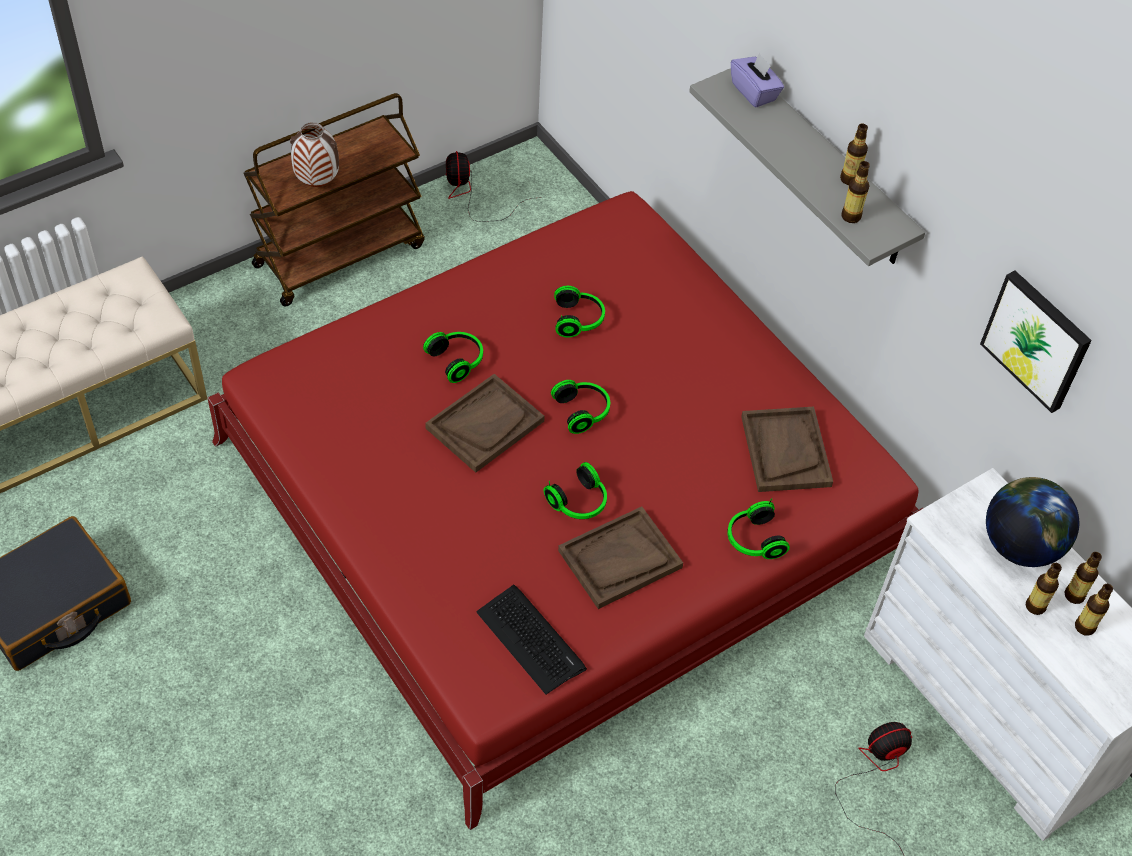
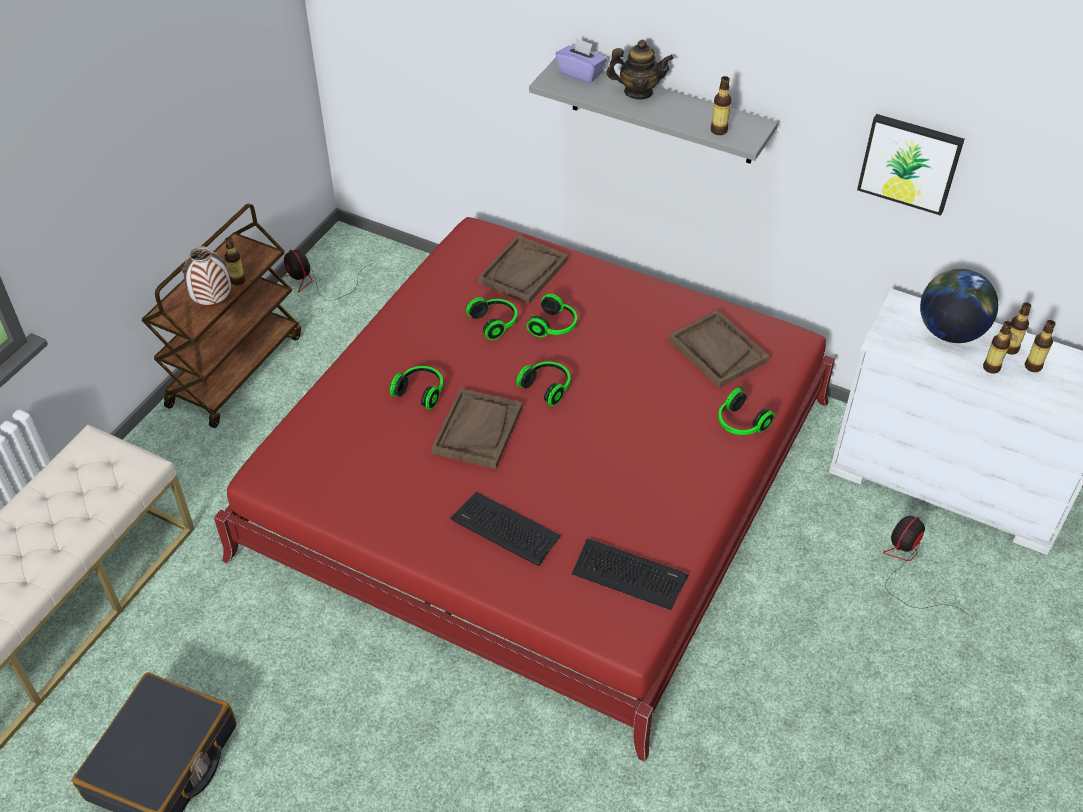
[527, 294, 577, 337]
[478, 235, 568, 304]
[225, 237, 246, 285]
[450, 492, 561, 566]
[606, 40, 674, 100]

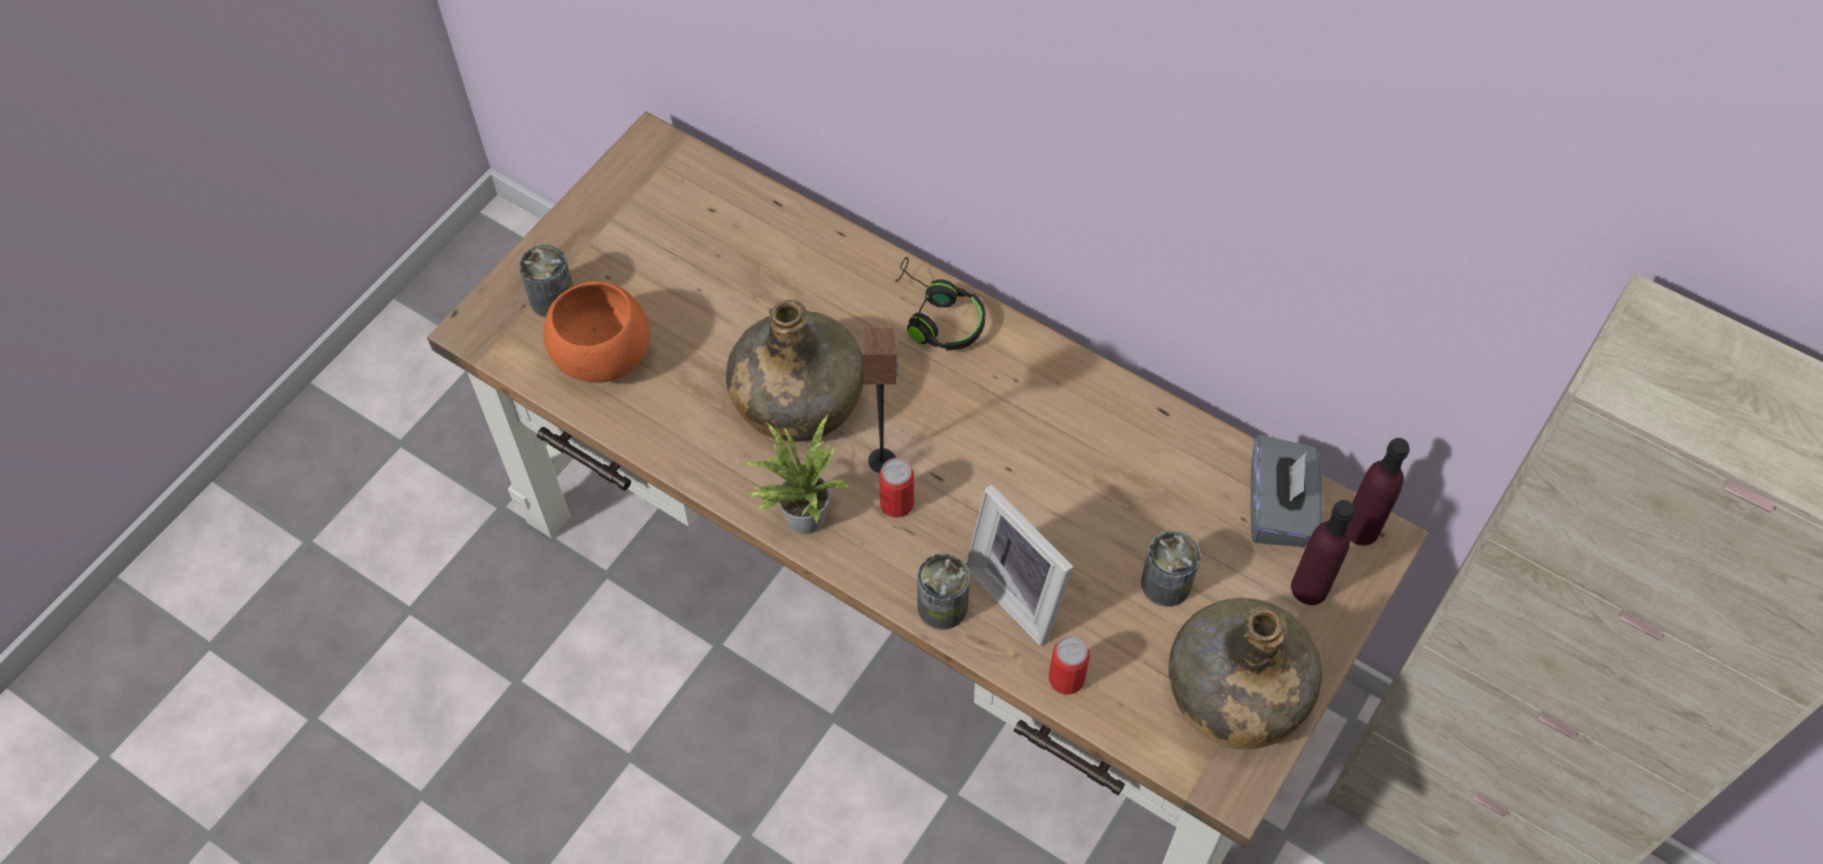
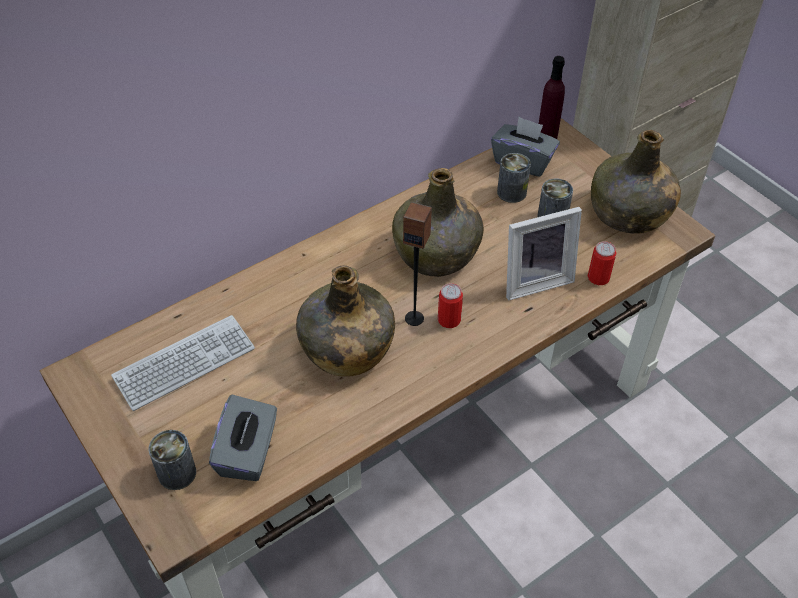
[209, 395, 277, 481]
[739, 414, 850, 534] (first image)
[895, 257, 985, 350] (first image)
[497, 153, 531, 203]
[1291, 500, 1355, 605] (first image)
[111, 315, 255, 411]
[392, 168, 484, 277]

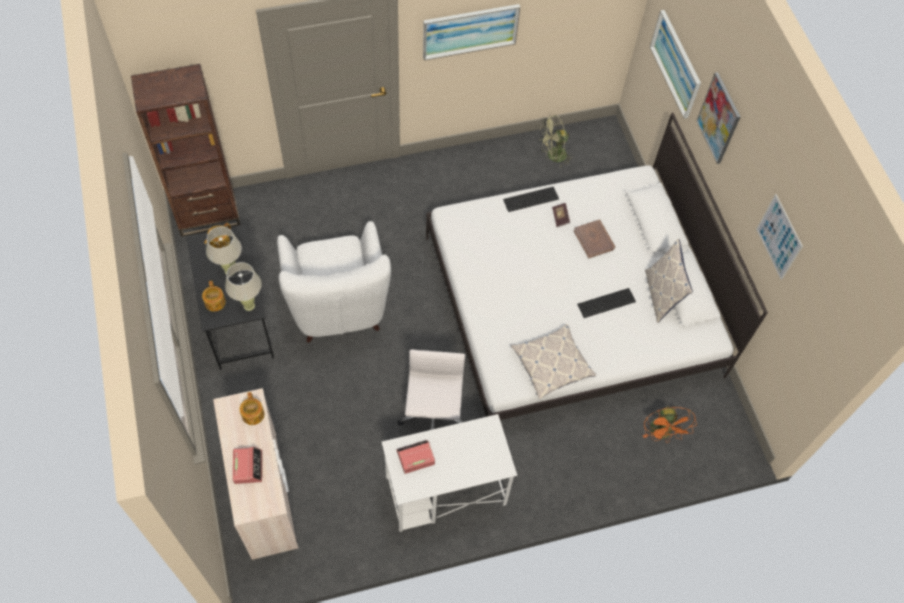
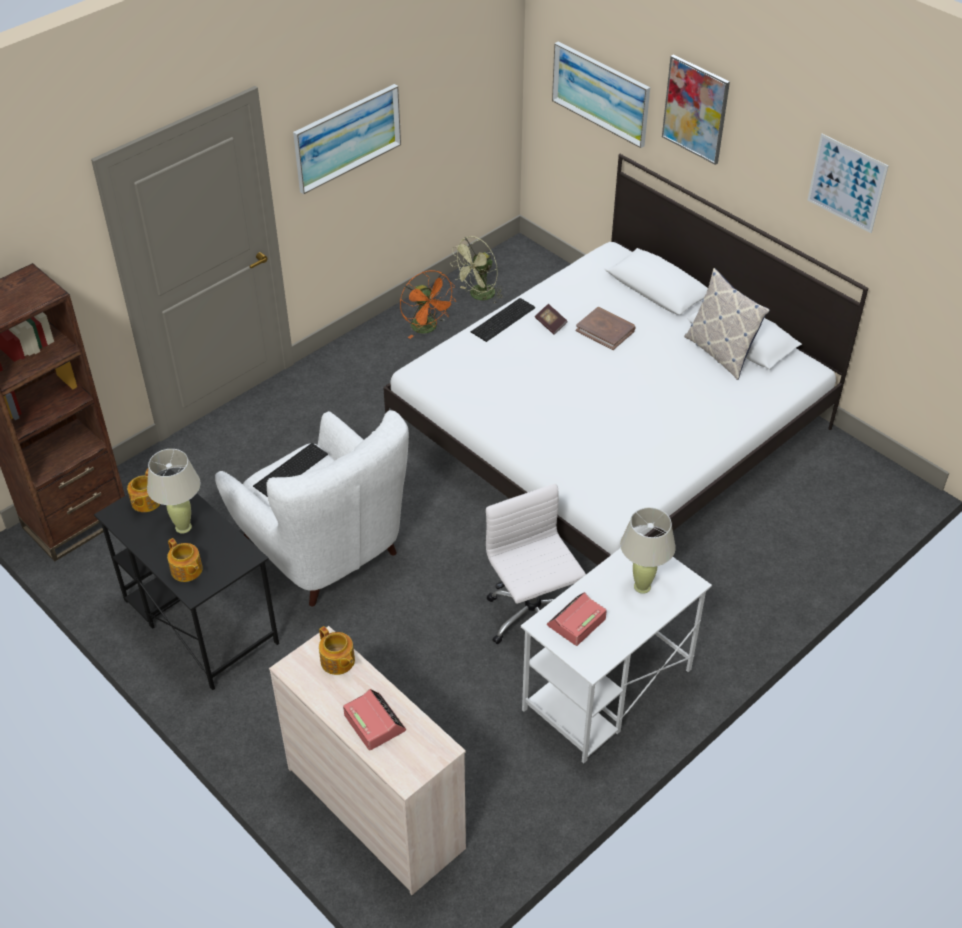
[620, 507, 676, 594]
[511, 324, 596, 399] (first image)
[253, 443, 328, 497]
[400, 270, 456, 339]

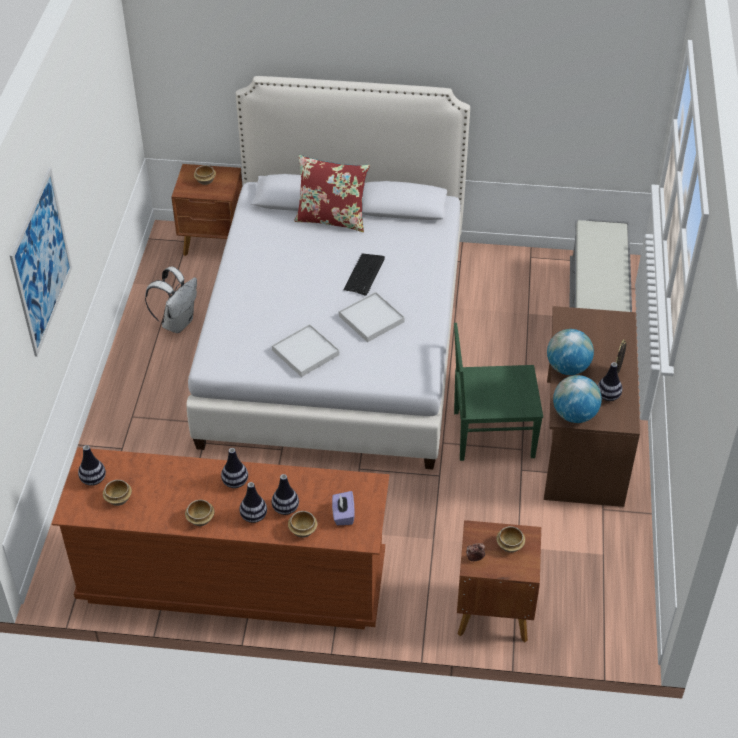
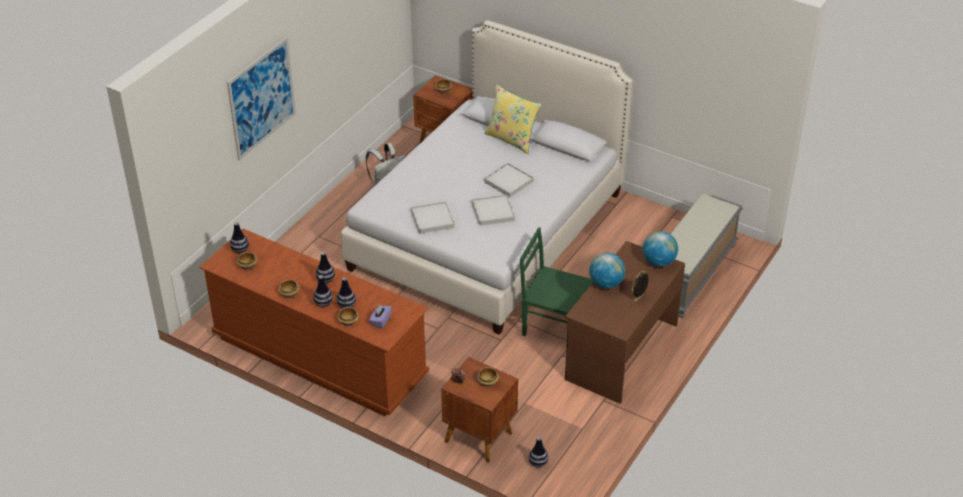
[484, 84, 541, 154]
[484, 163, 533, 197]
[643, 231, 678, 267]
[529, 437, 549, 467]

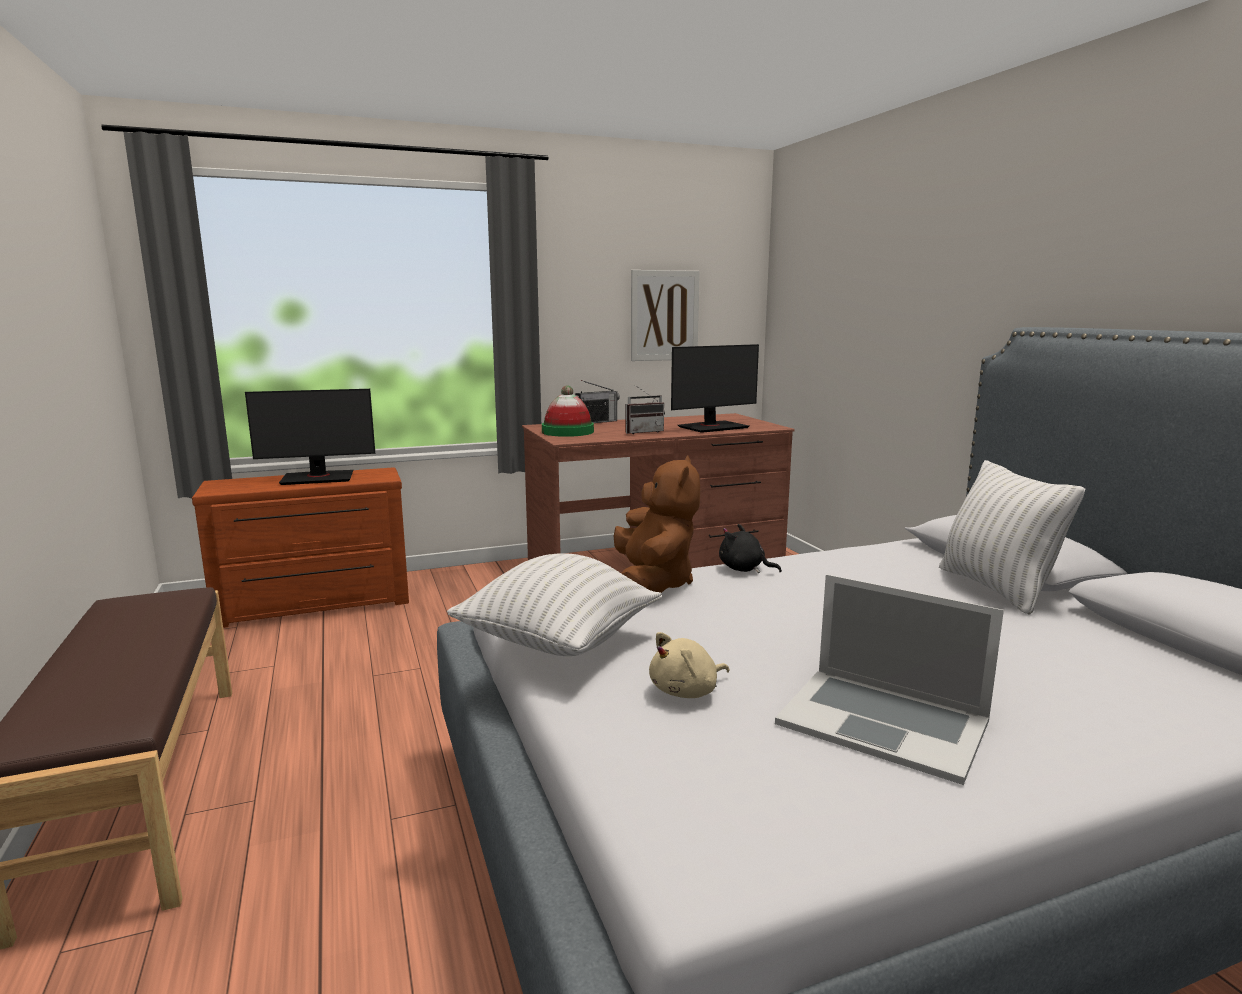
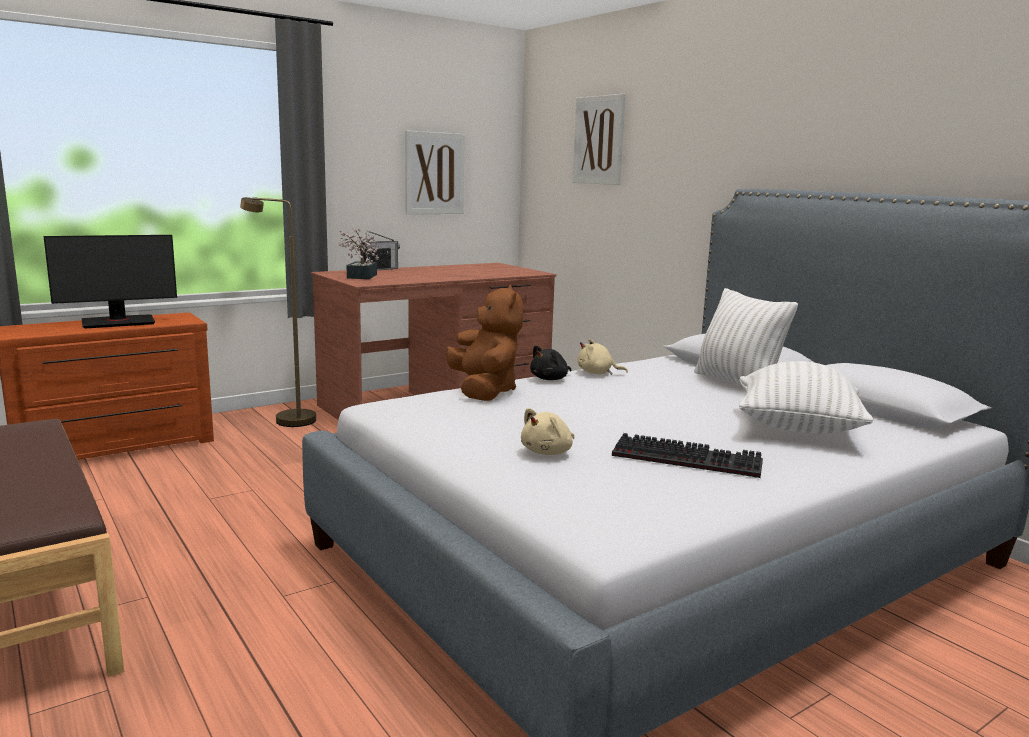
[739, 361, 873, 434]
[338, 229, 380, 279]
[625, 385, 665, 434] (first image)
[671, 344, 759, 433] (first image)
[530, 346, 572, 380]
[612, 433, 763, 478]
[240, 197, 316, 427]
[572, 94, 626, 185]
[577, 339, 628, 375]

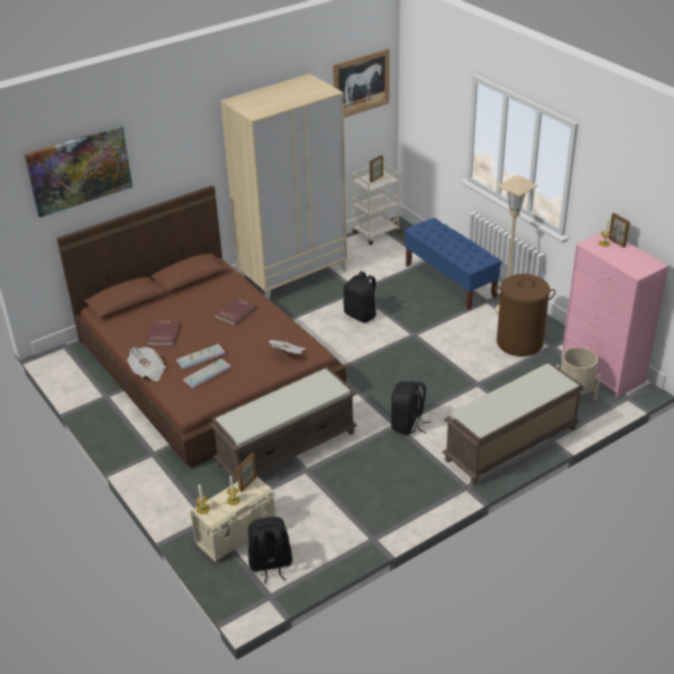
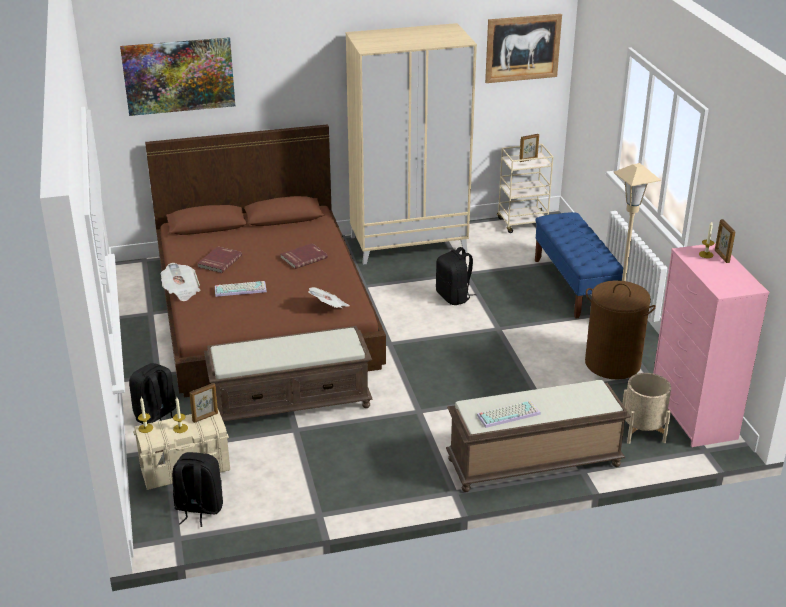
[477, 401, 541, 428]
[129, 363, 176, 424]

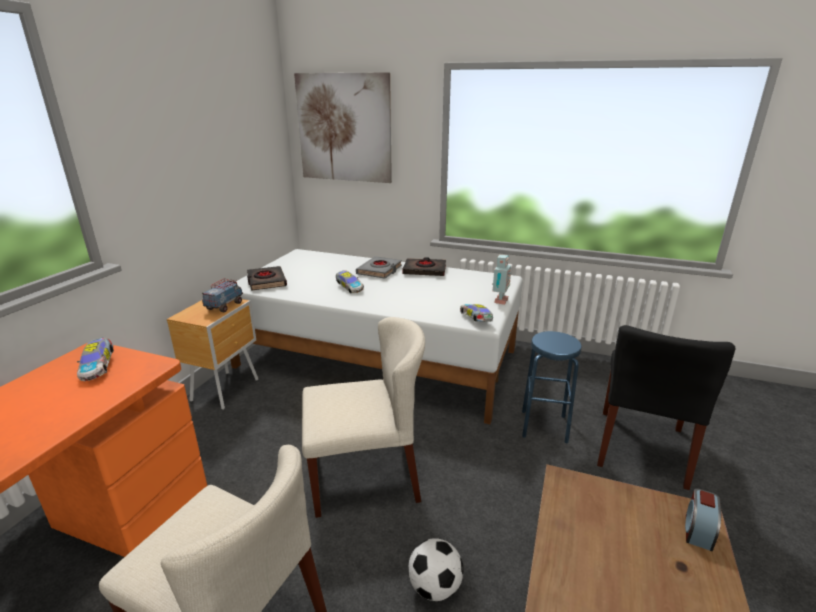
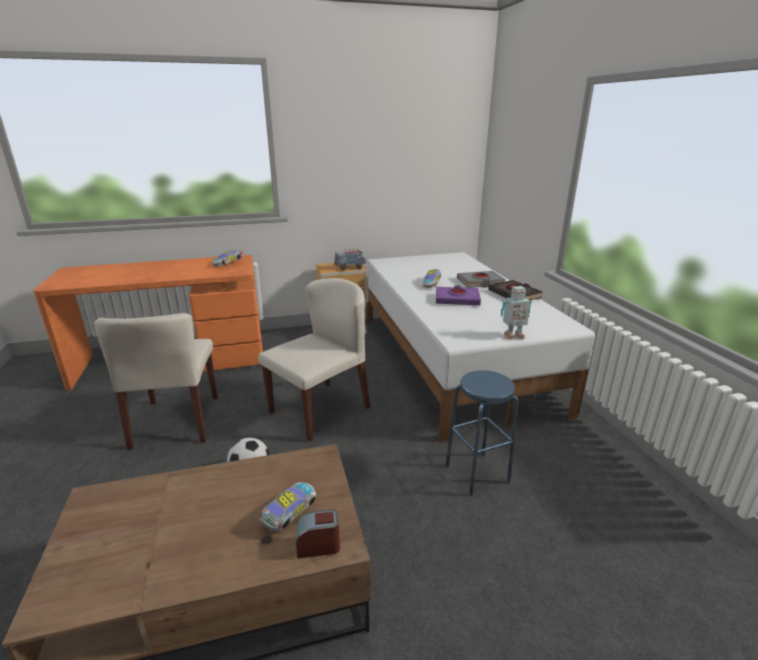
[247, 266, 287, 291] (first image)
[294, 72, 392, 183] (first image)
[258, 278, 370, 441]
[259, 482, 316, 532]
[597, 325, 736, 490] (first image)
[436, 286, 481, 305]

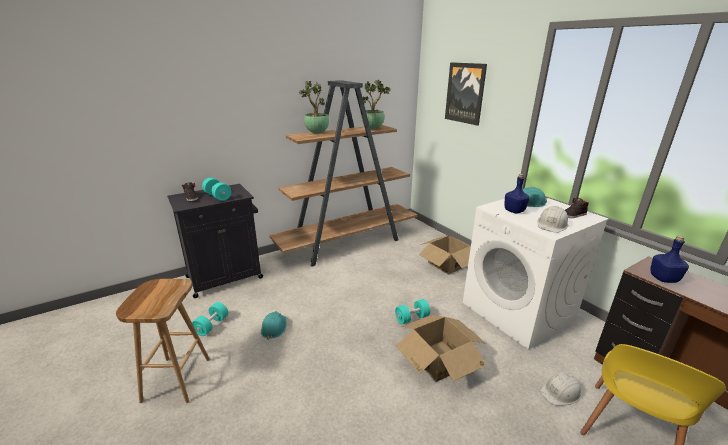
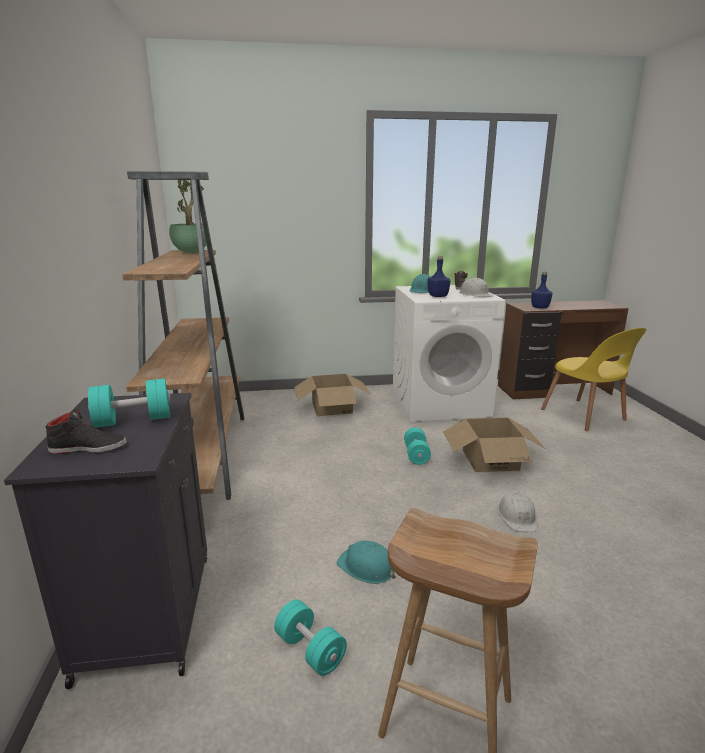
[299, 81, 329, 133] (first image)
[445, 62, 487, 126] (first image)
[497, 491, 537, 532]

